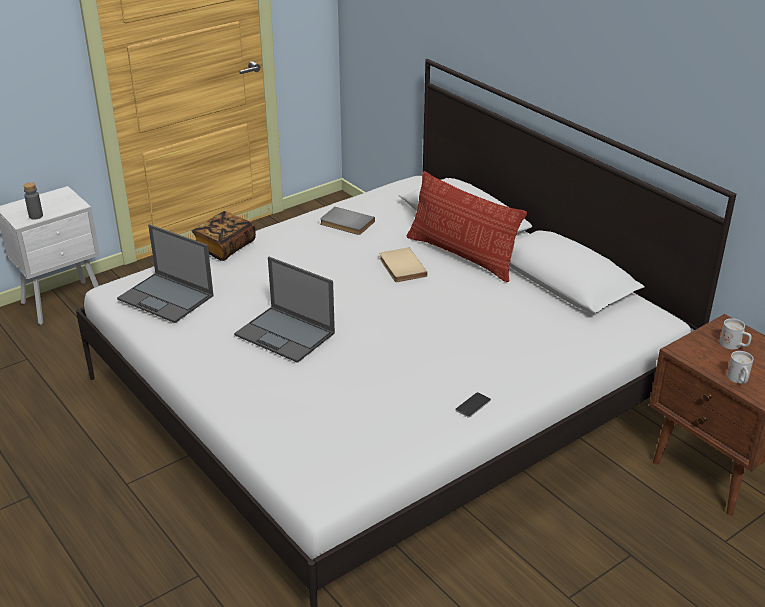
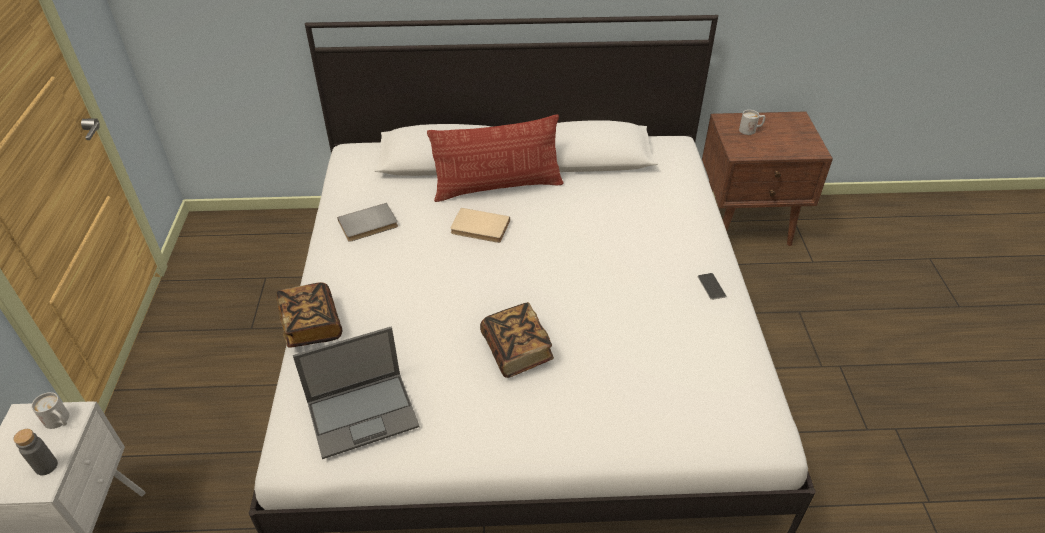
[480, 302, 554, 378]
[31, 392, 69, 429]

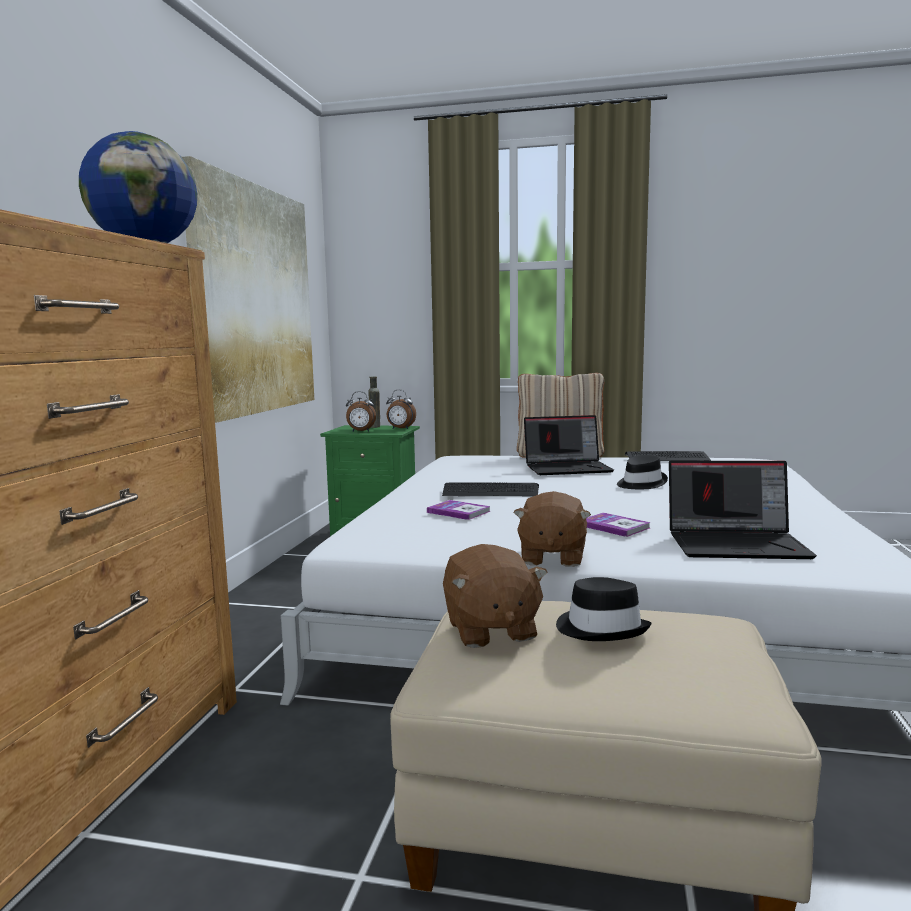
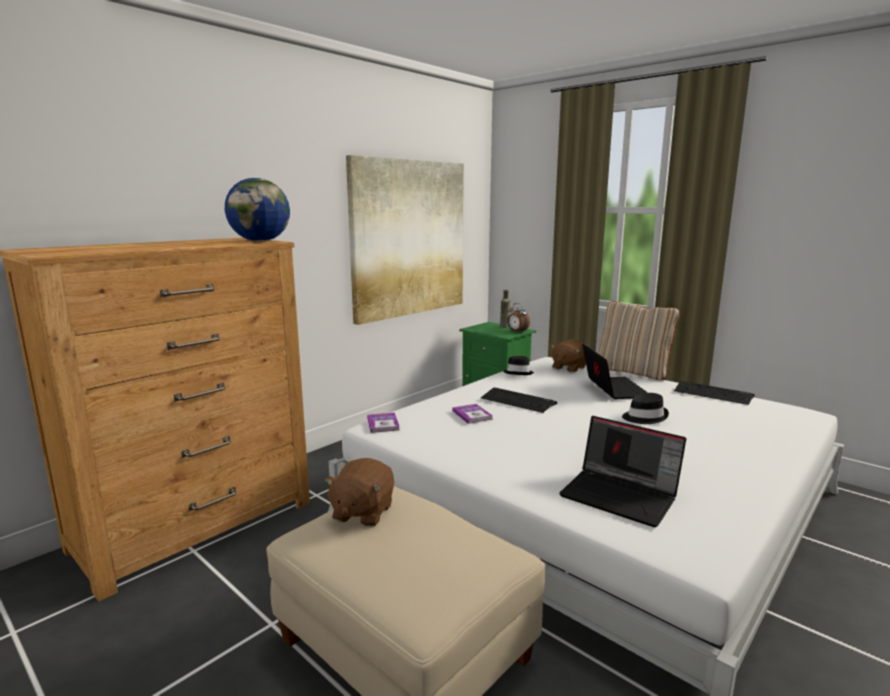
[346, 391, 376, 431] (first image)
[550, 339, 587, 372]
[582, 344, 648, 399]
[503, 356, 534, 375]
[367, 412, 400, 433]

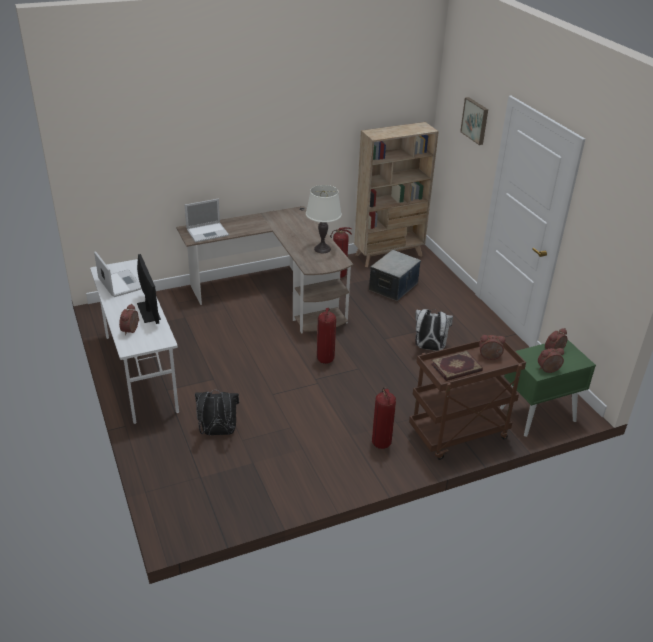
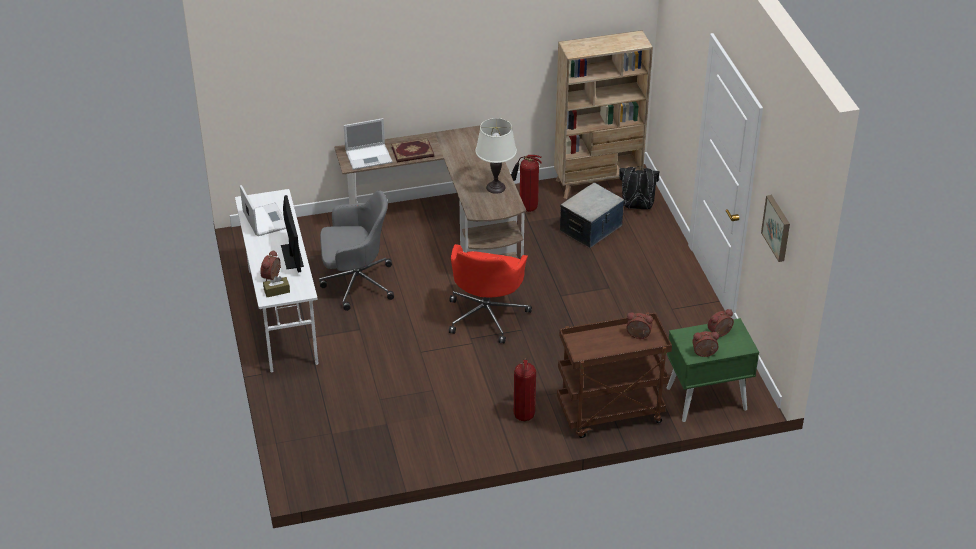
[619, 166, 659, 209]
[449, 244, 532, 344]
[415, 309, 453, 351] (first image)
[391, 138, 434, 162]
[761, 195, 790, 262]
[263, 276, 290, 297]
[319, 190, 394, 311]

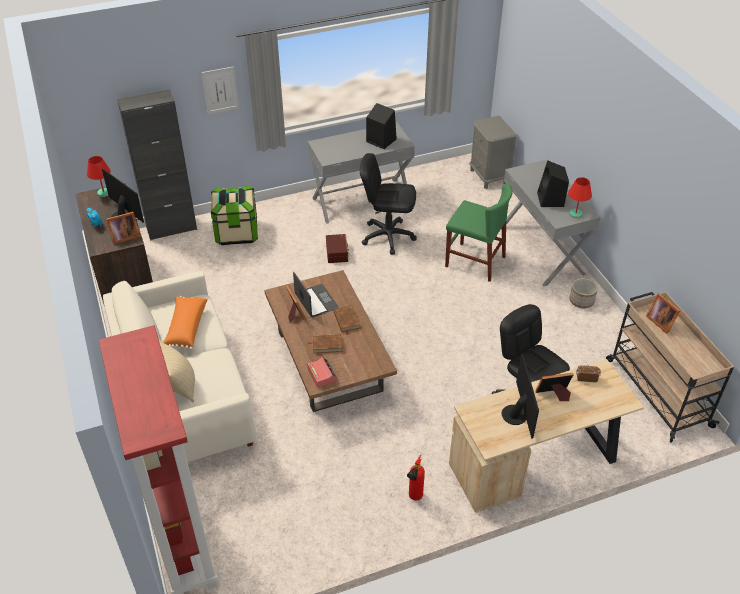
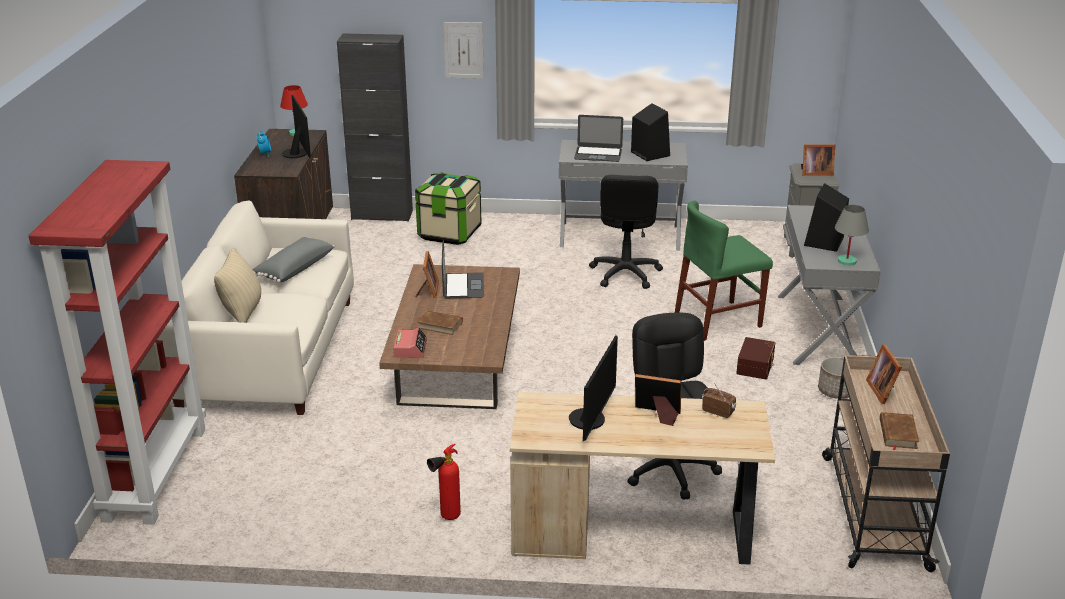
[801, 144, 835, 176]
[252, 237, 335, 283]
[736, 337, 775, 379]
[880, 412, 919, 450]
[589, 175, 663, 289]
[675, 201, 773, 341]
[835, 205, 869, 266]
[574, 115, 623, 162]

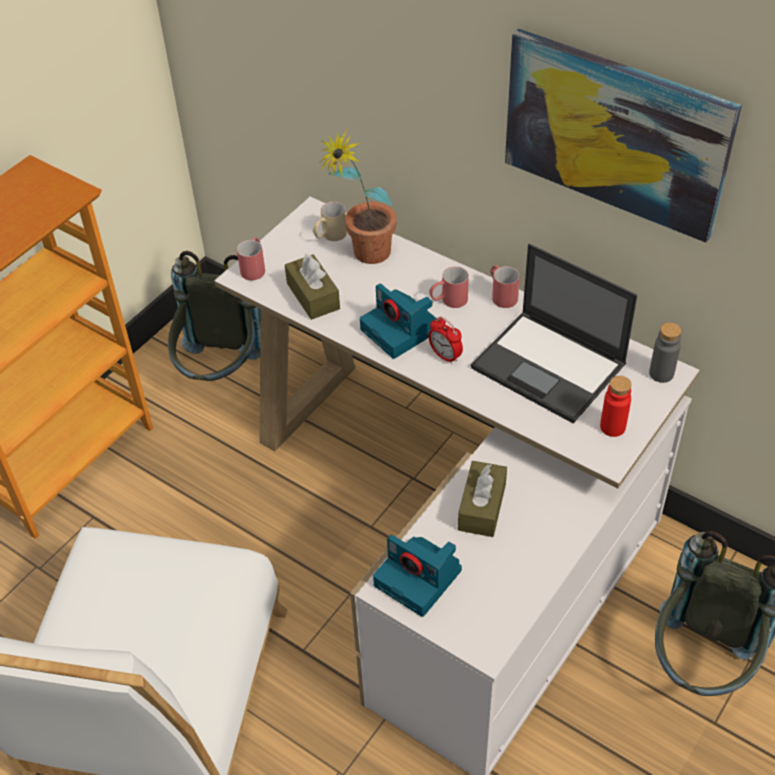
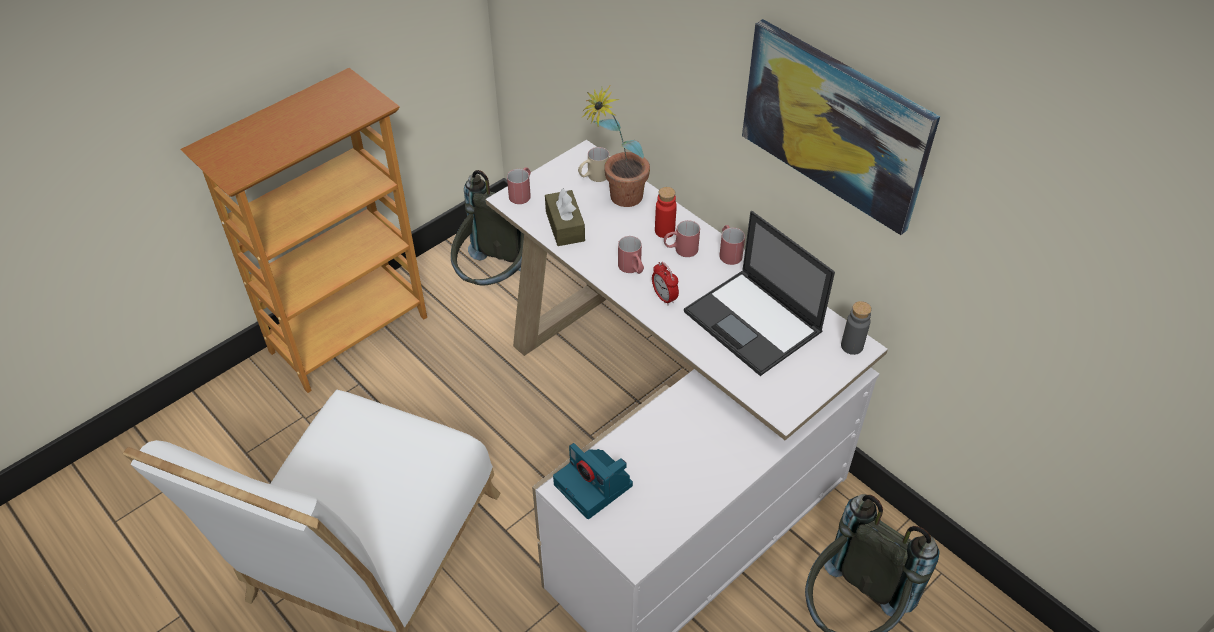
[618, 236, 644, 274]
[458, 461, 507, 537] (first image)
[655, 187, 677, 238]

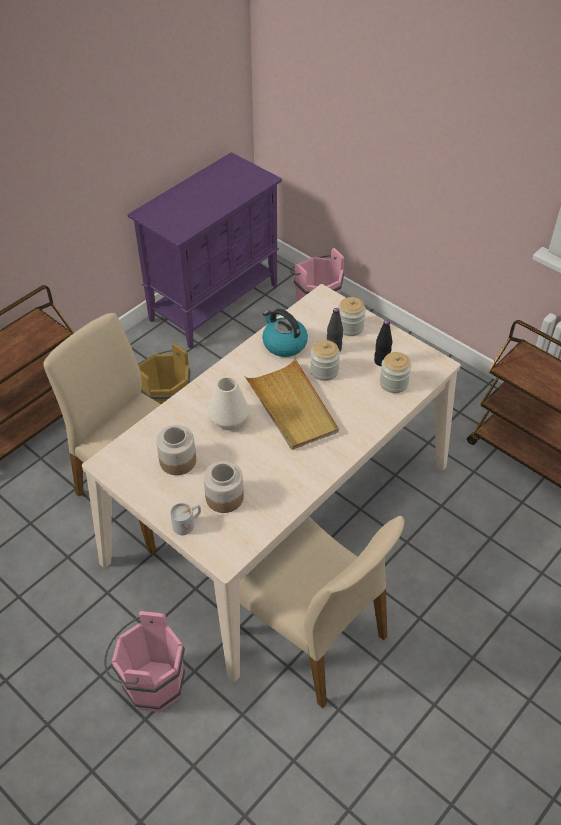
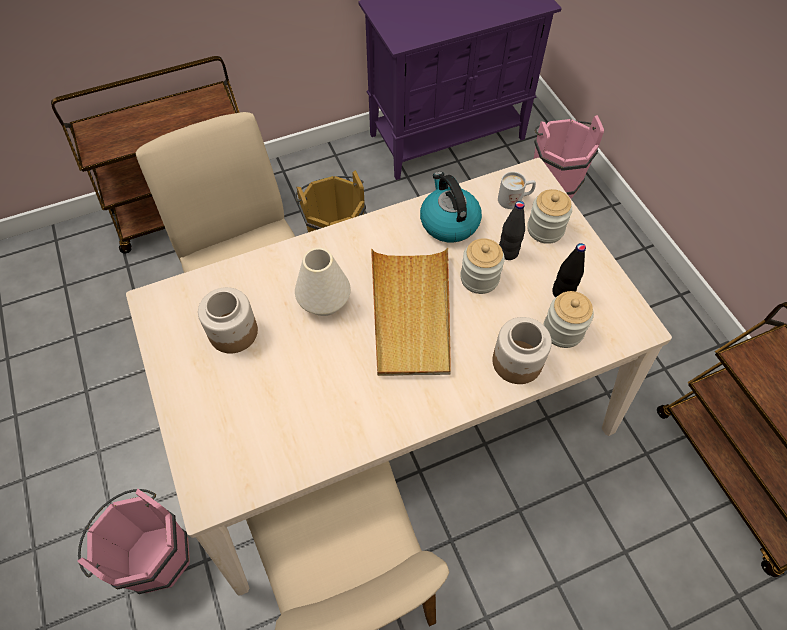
[498, 172, 536, 209]
[493, 317, 552, 384]

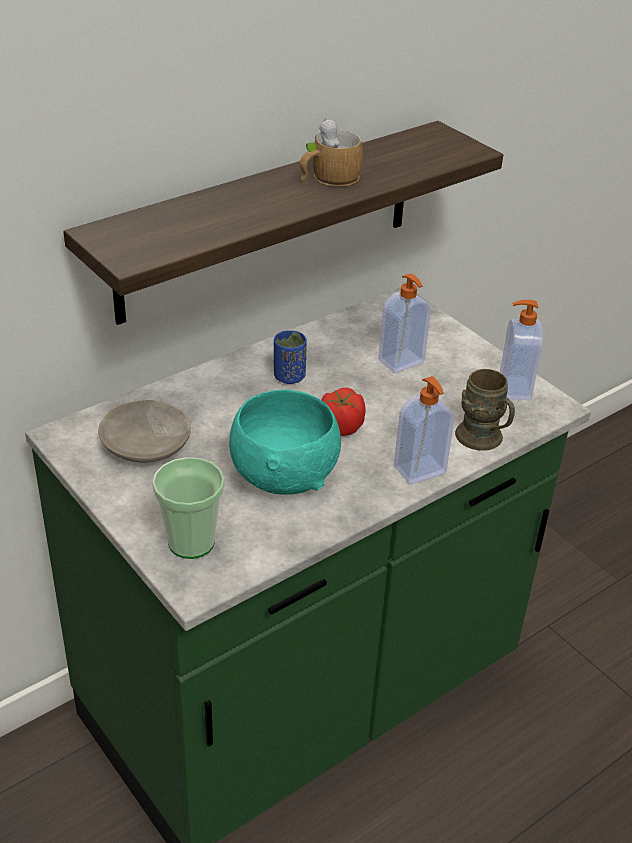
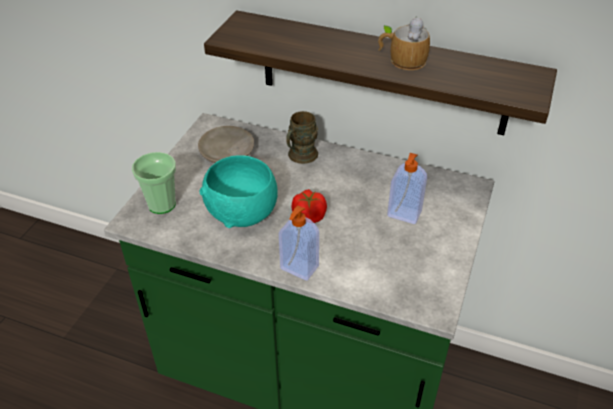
[274, 330, 307, 384] (first image)
[286, 111, 318, 164]
[500, 300, 543, 400] (first image)

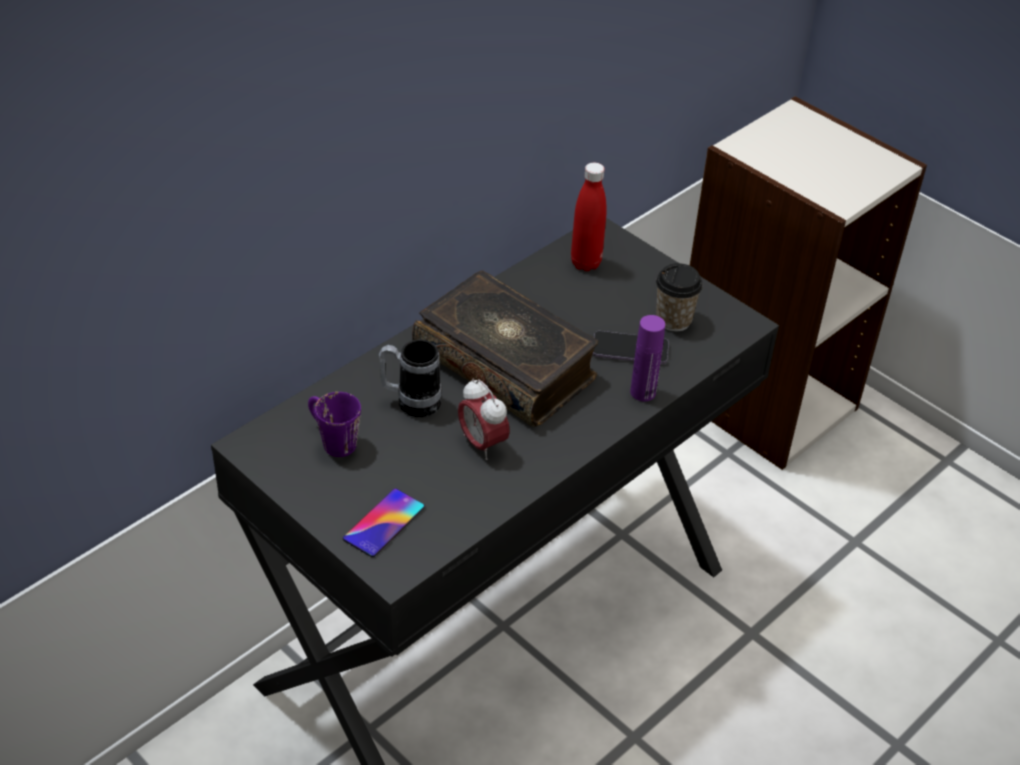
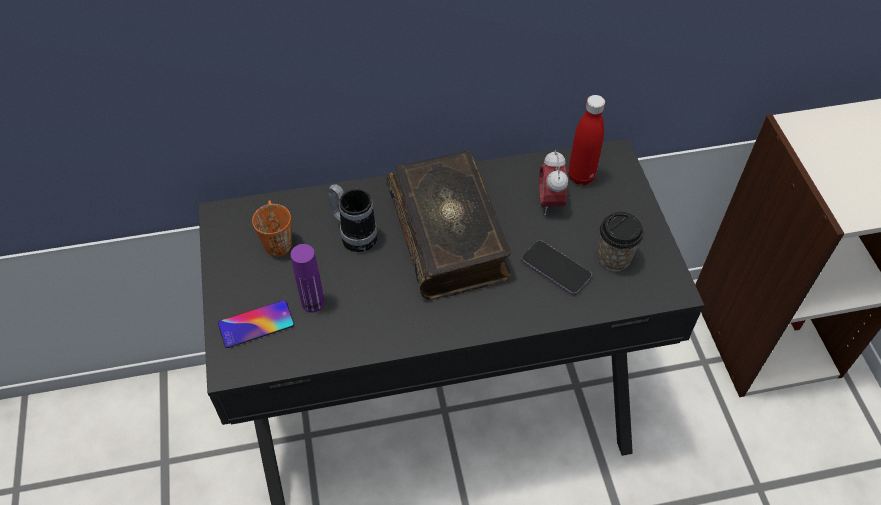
[252, 200, 292, 256]
[539, 150, 568, 215]
[291, 244, 325, 312]

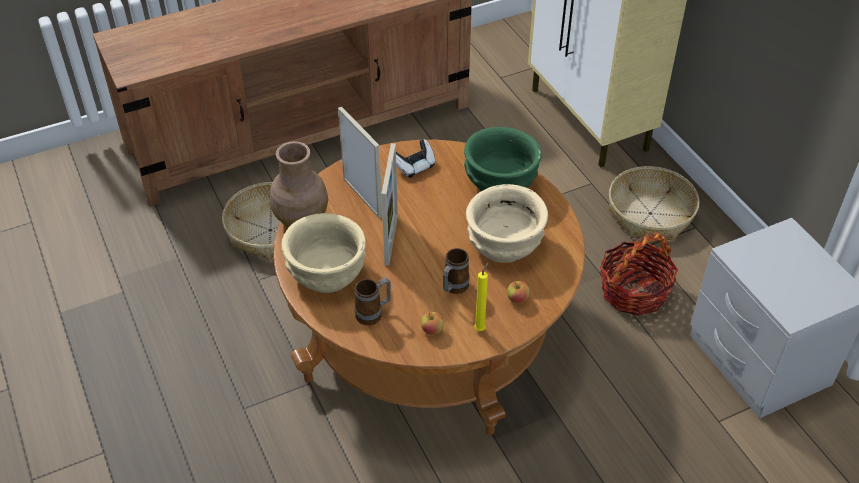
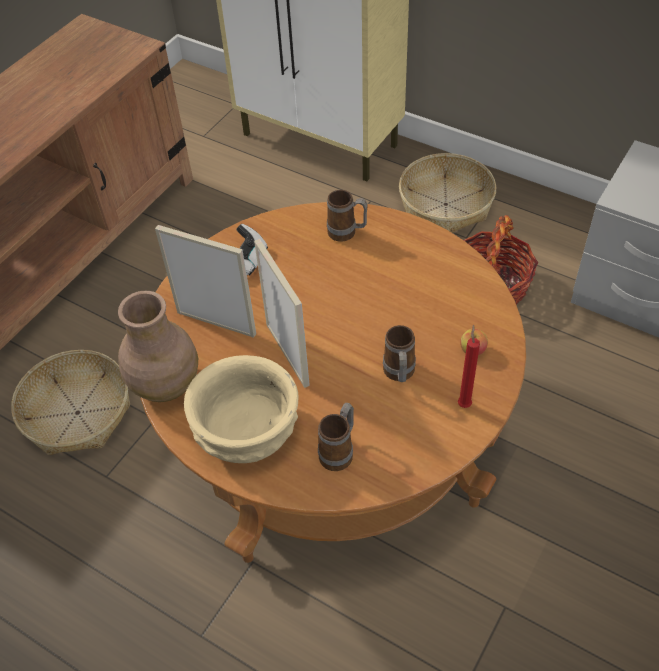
[421, 312, 444, 335] (first image)
[327, 190, 368, 242]
[466, 184, 548, 263] (first image)
[458, 324, 480, 408]

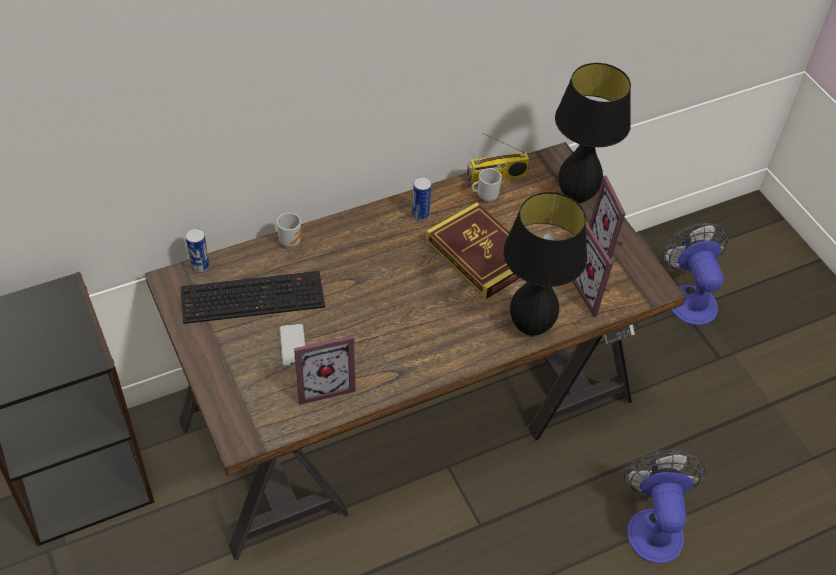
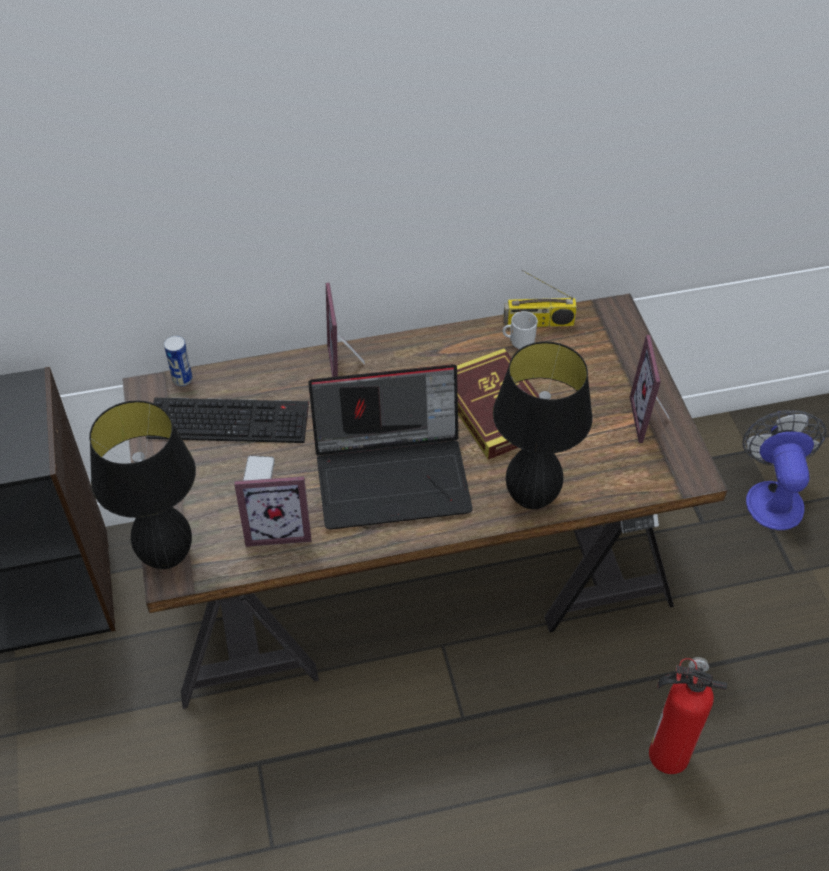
[277, 213, 301, 247] (first image)
[412, 177, 431, 221] (first image)
[89, 400, 196, 569]
[326, 283, 365, 377]
[649, 657, 727, 774]
[308, 364, 473, 530]

